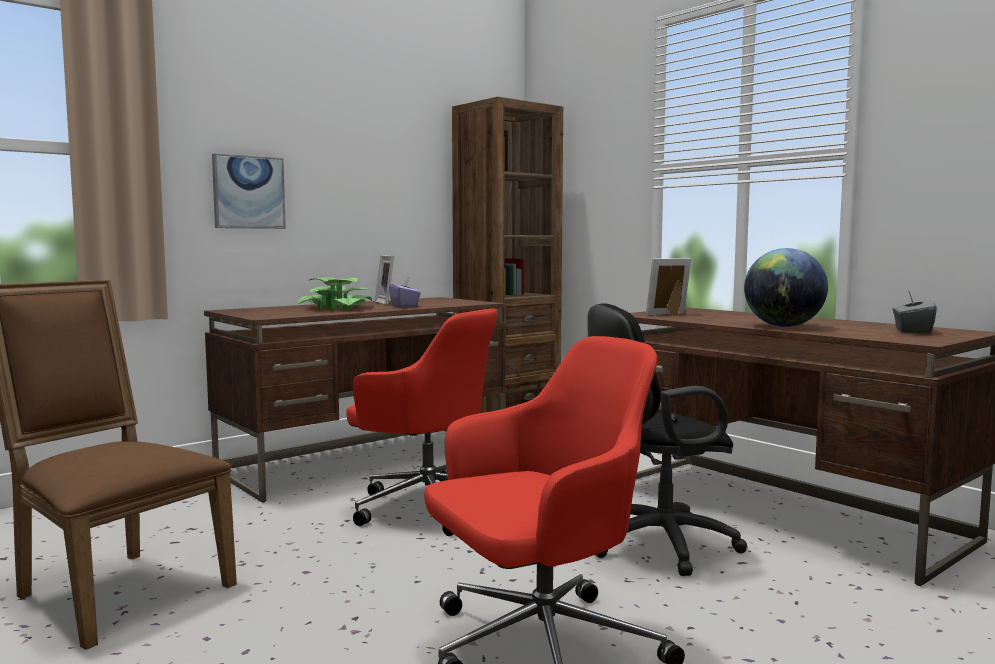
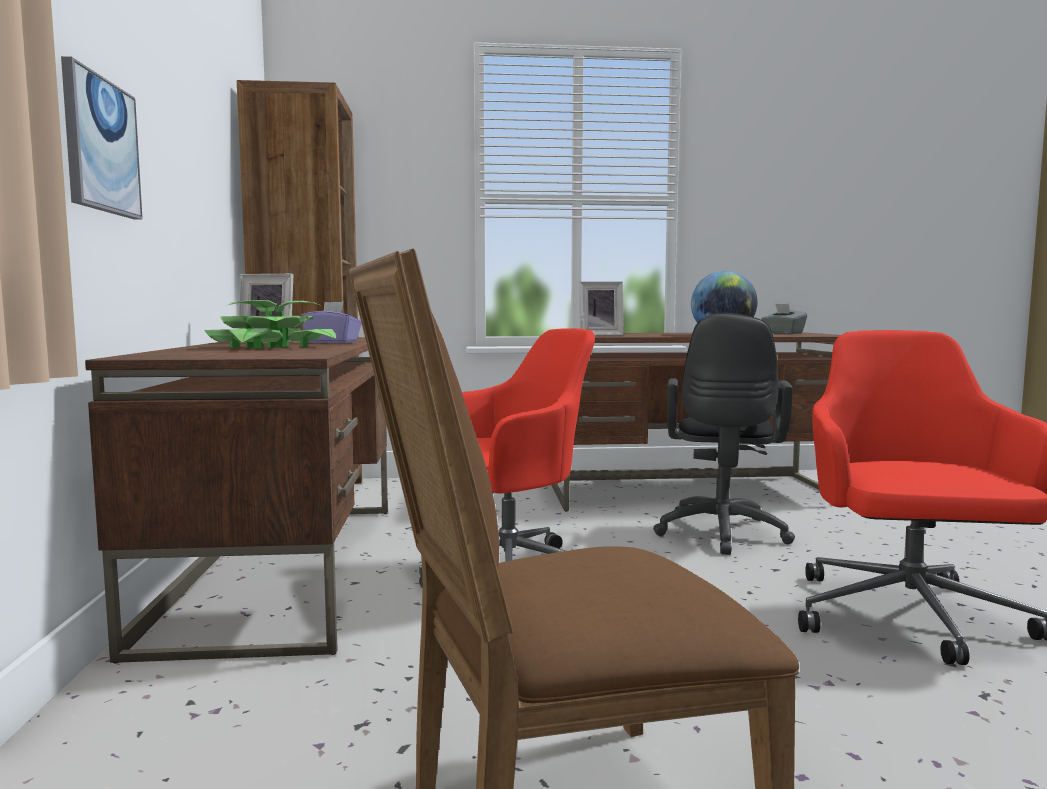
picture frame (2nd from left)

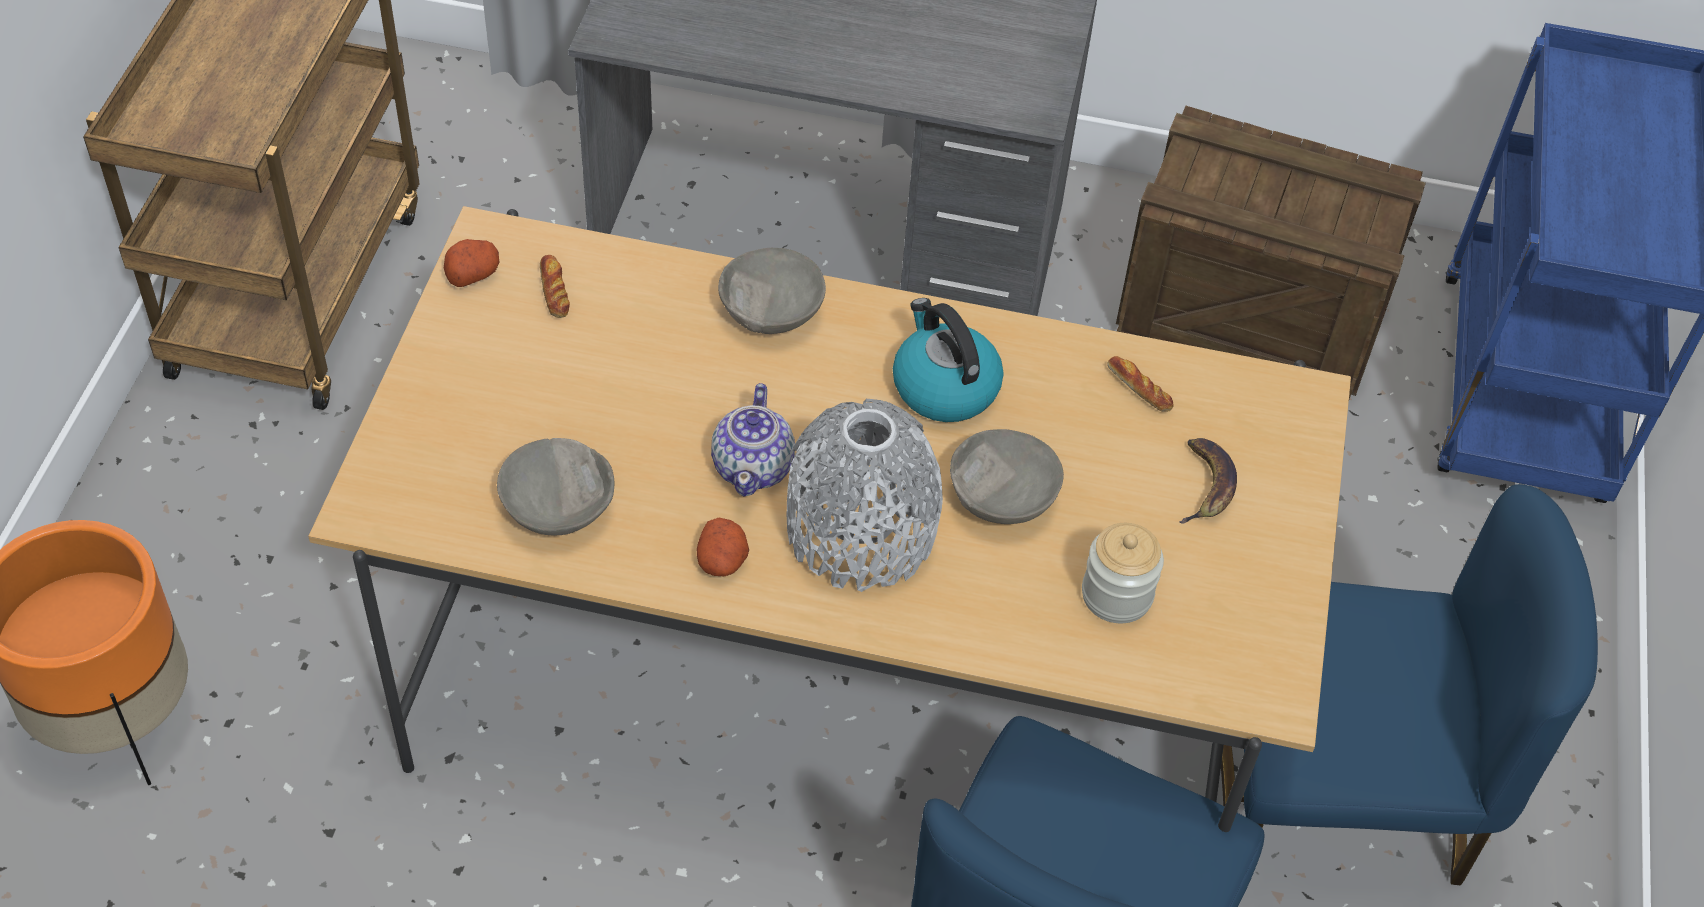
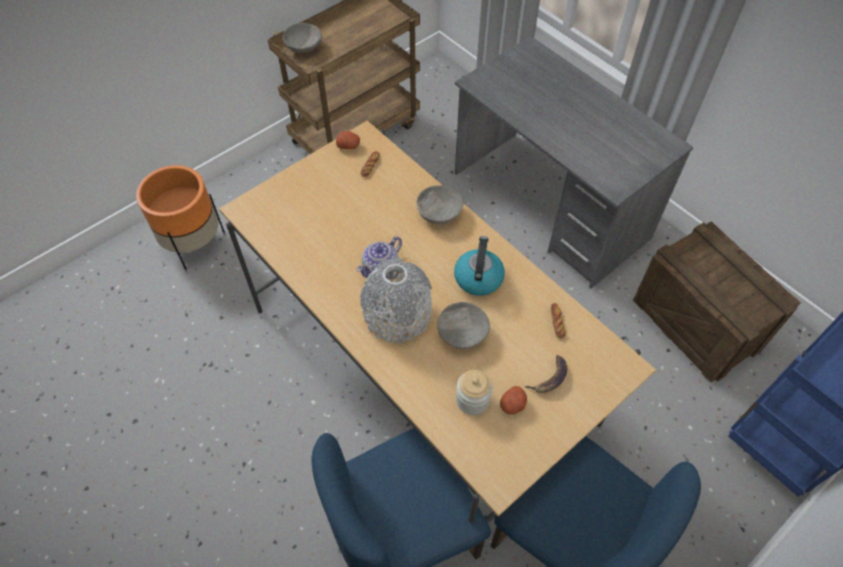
grey bowl (1st from left)
potato (2nd from left)

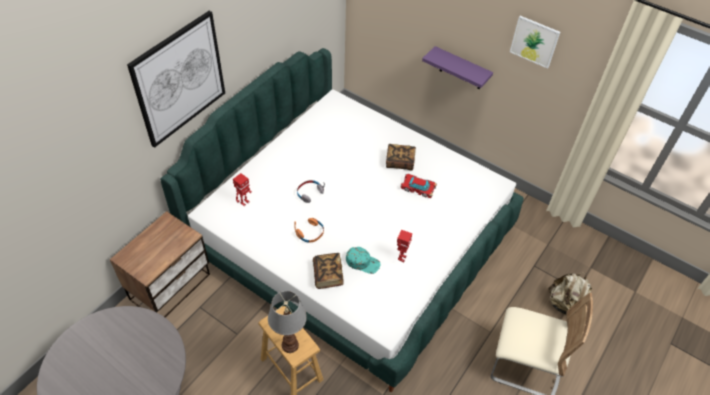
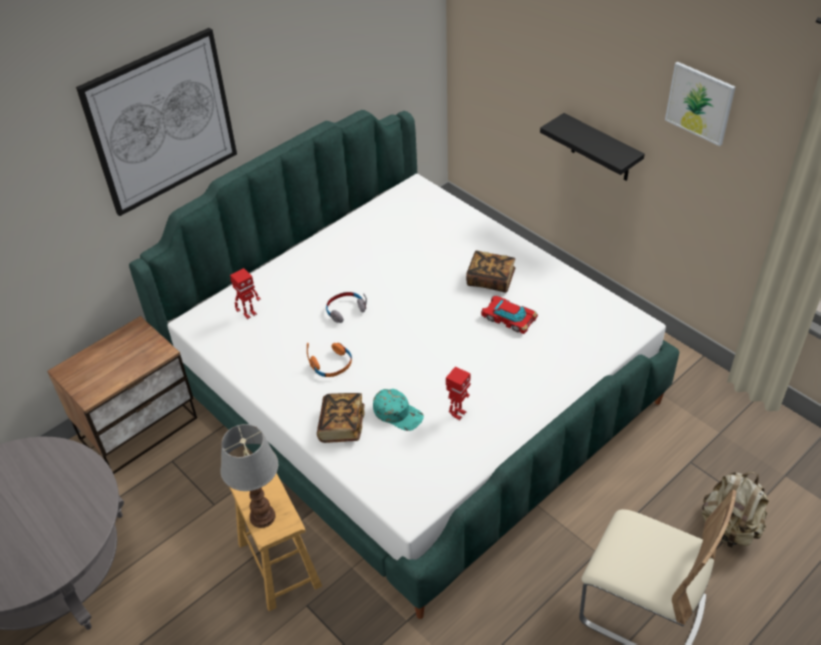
black shelf

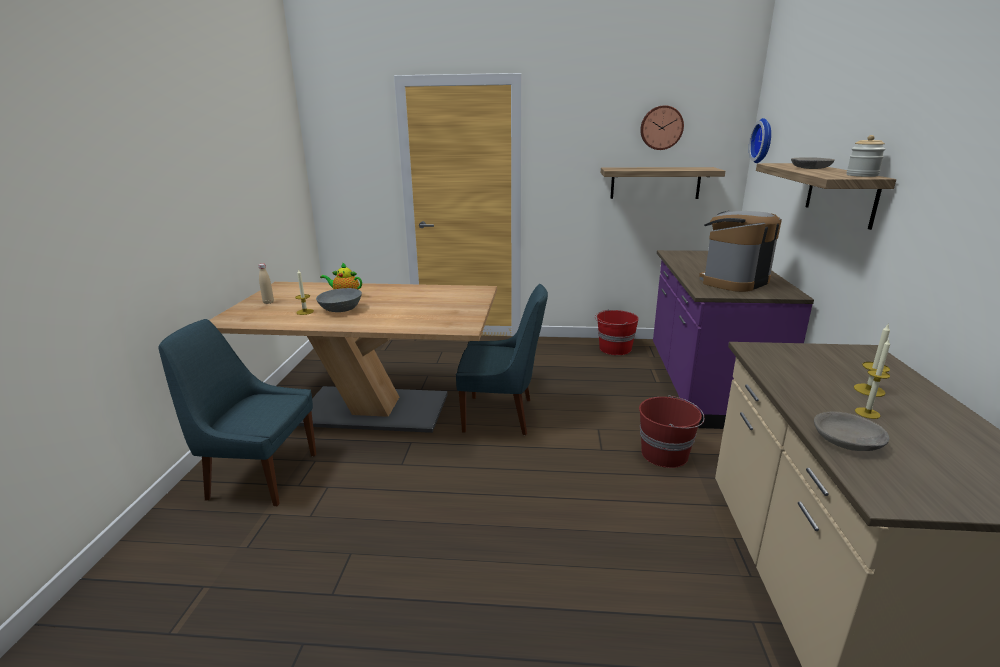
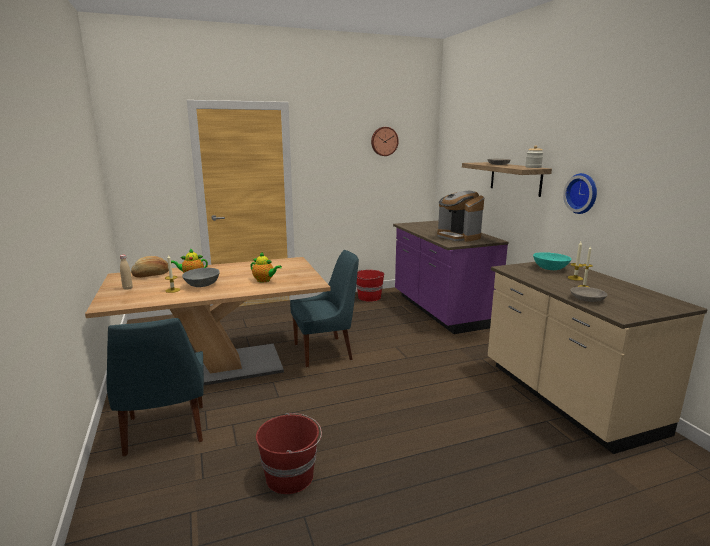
shelf (1st from left in the first image)
bread
teapot (2nd from left)
turquoise bowl
red bucket (1st from left)
wall clock (2nd from left)
blue chair (1st from left)
coffee machine

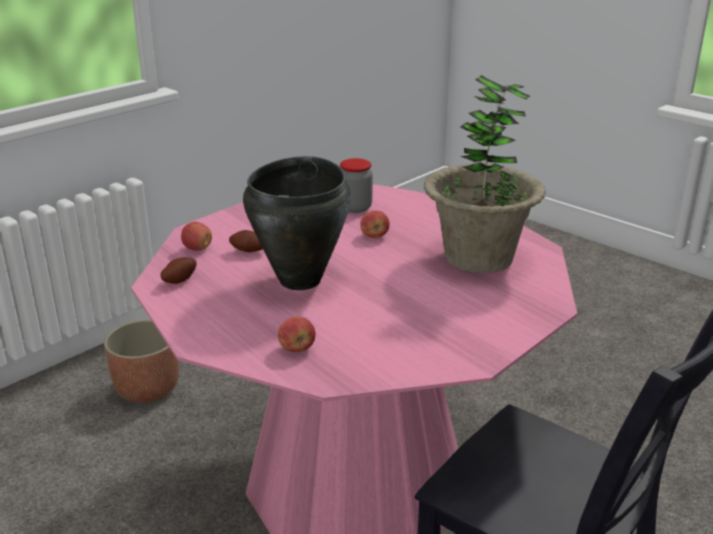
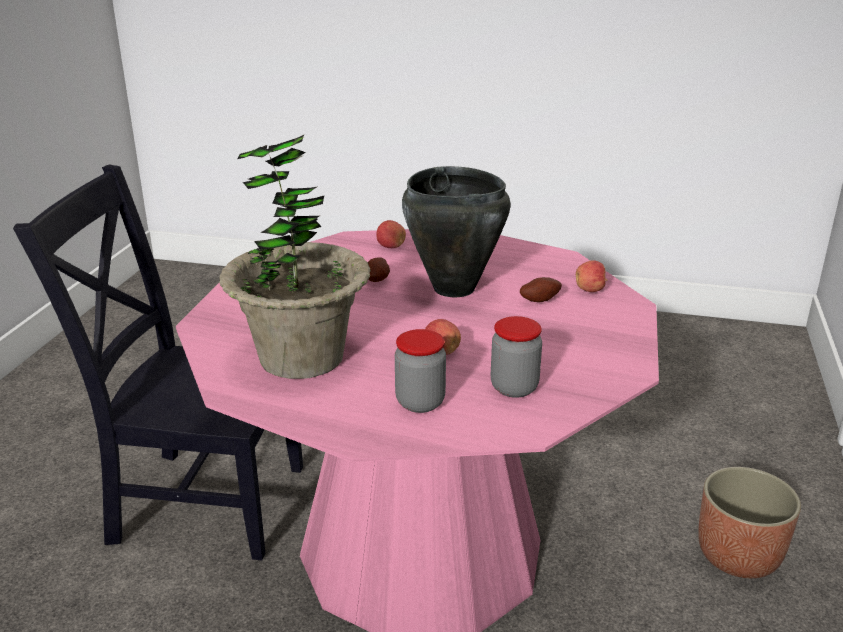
jar (1st from left)
potato (1st from left)

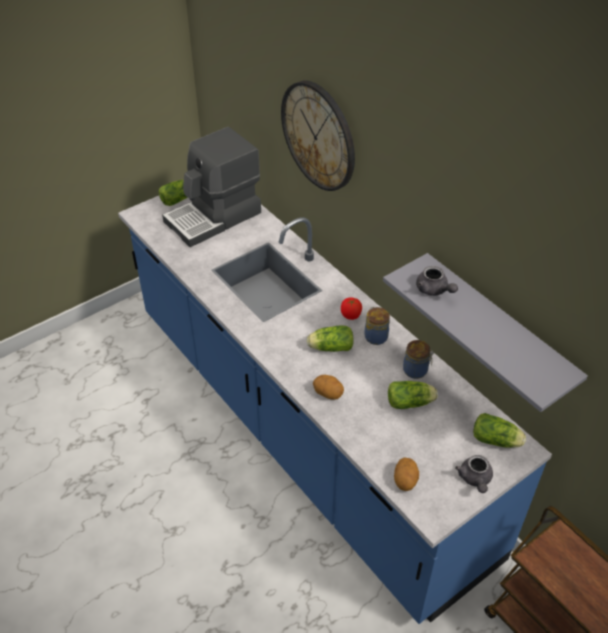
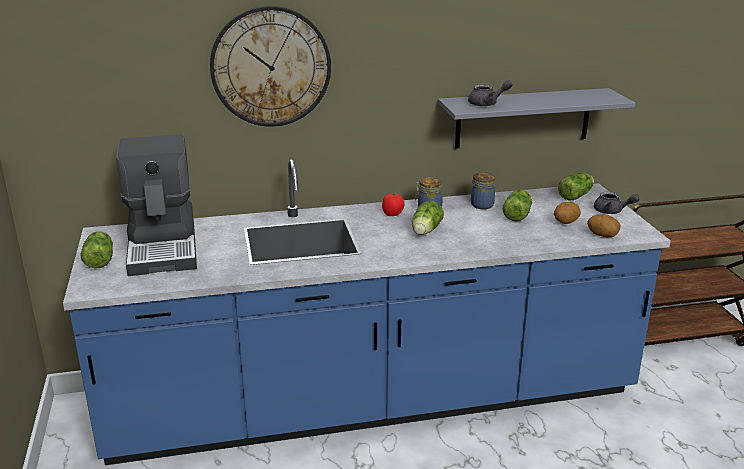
potato (1st from left)

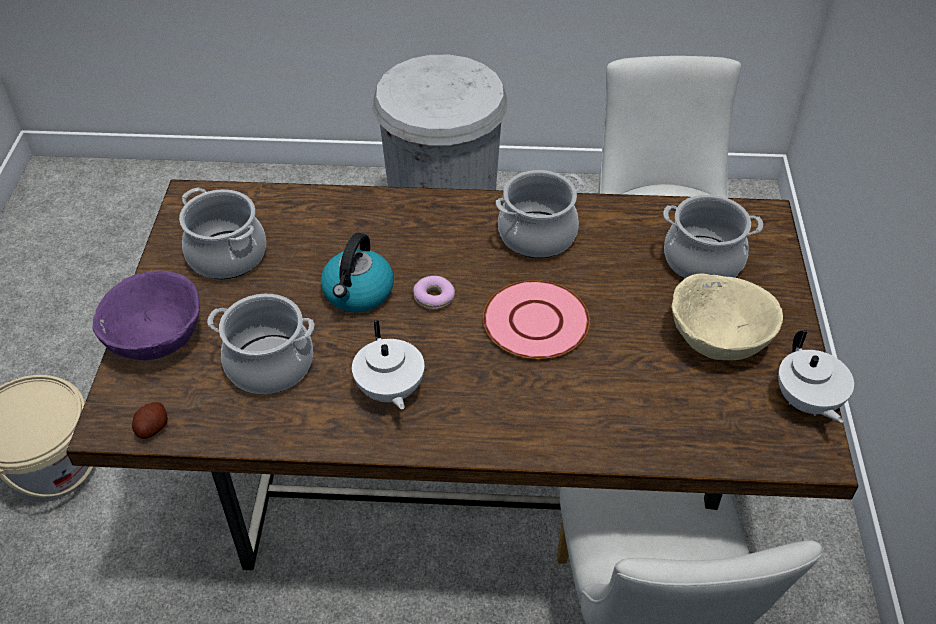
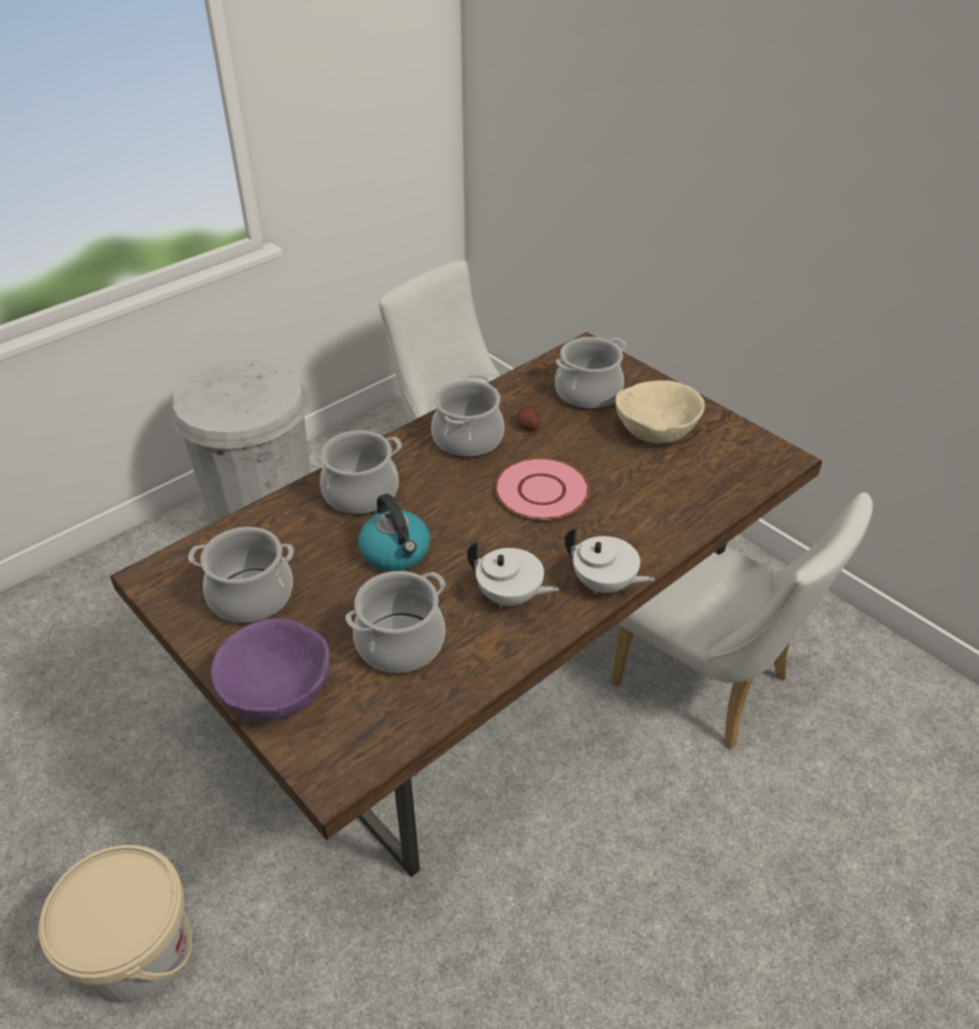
donut
cooking pot (2nd from left)
potato
white teapot (2nd from left)

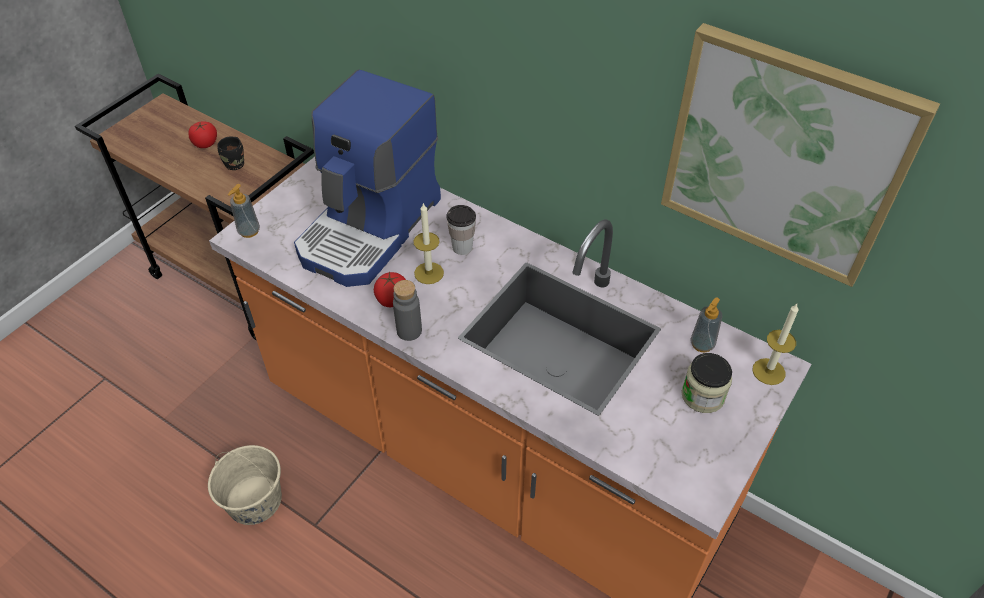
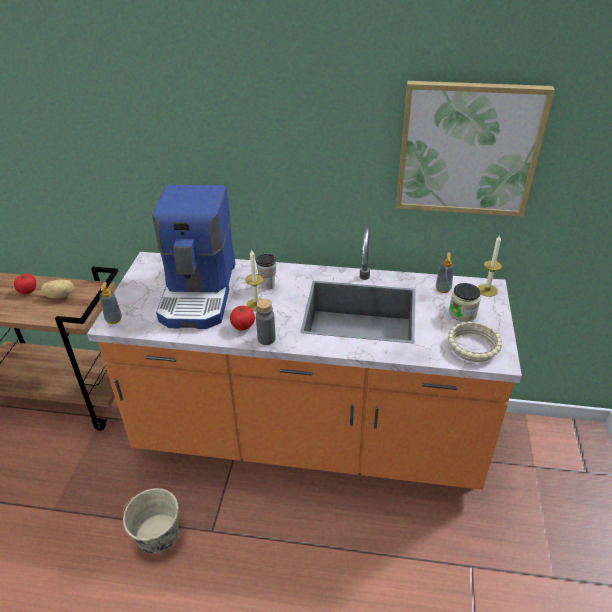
beige bowl
potato

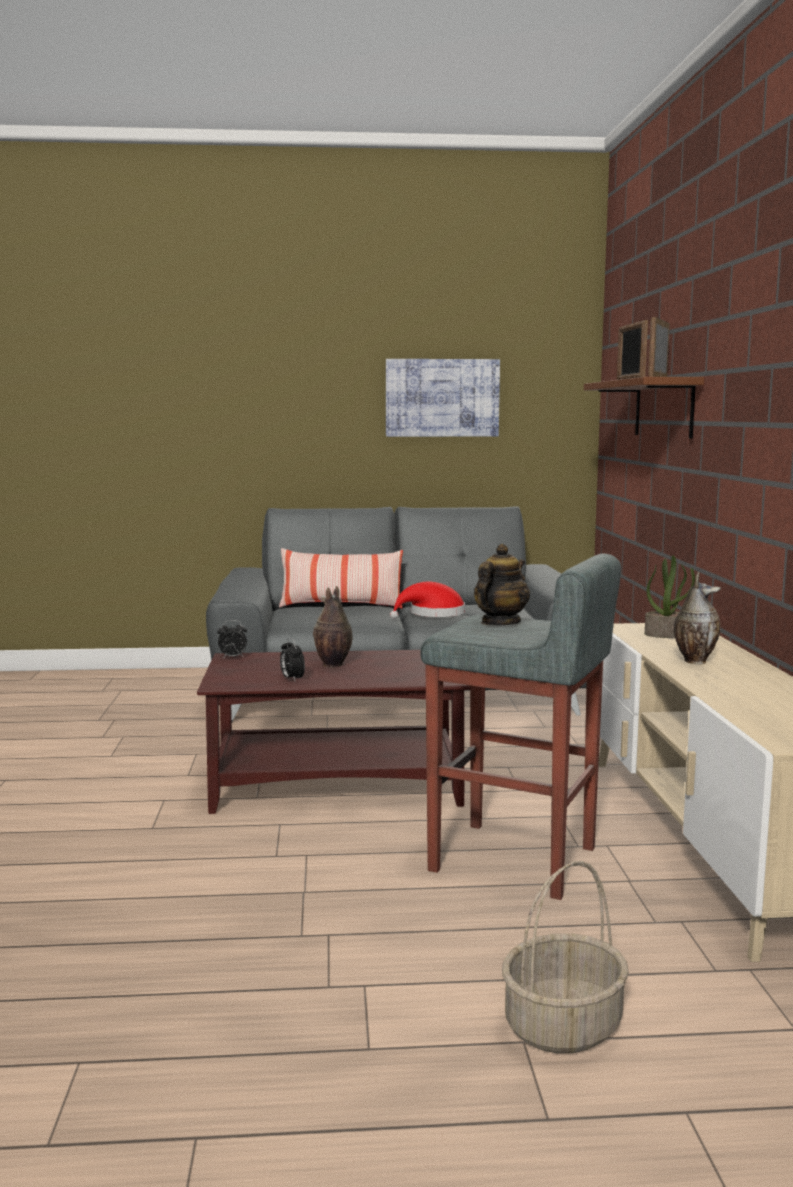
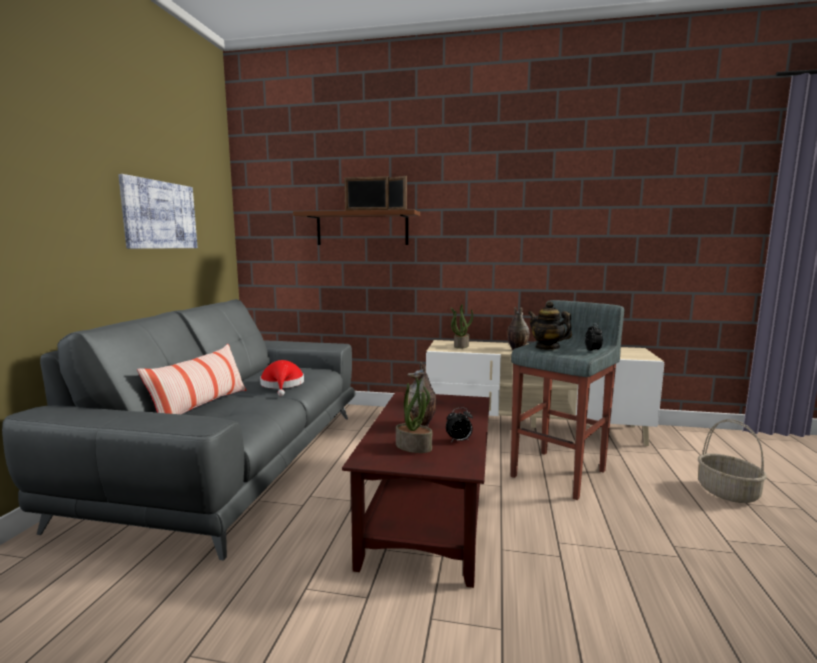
potted plant (1st from left)
alarm clock (2nd from left)

